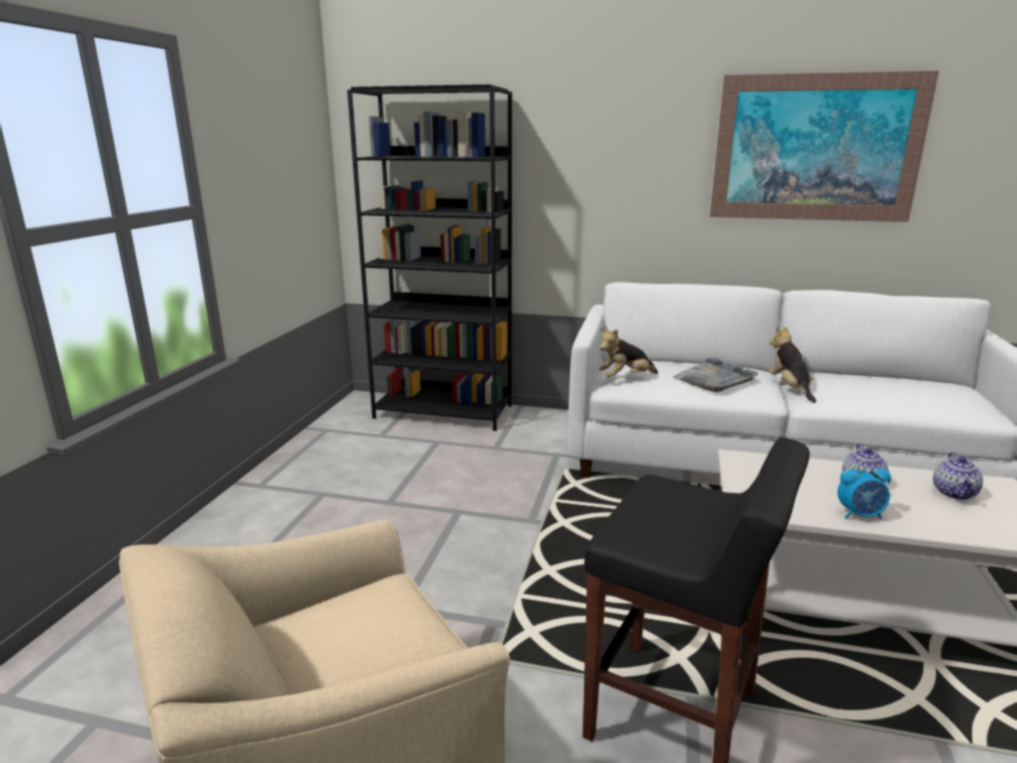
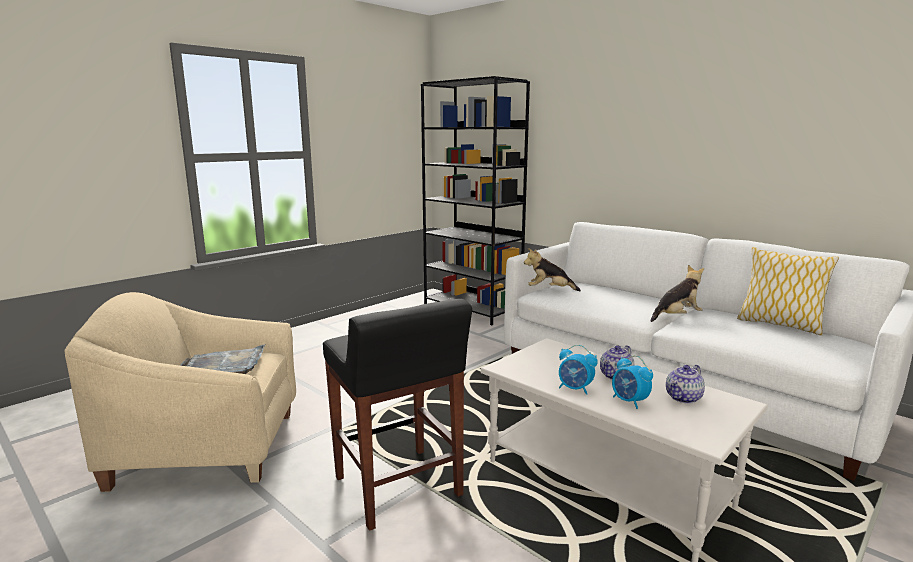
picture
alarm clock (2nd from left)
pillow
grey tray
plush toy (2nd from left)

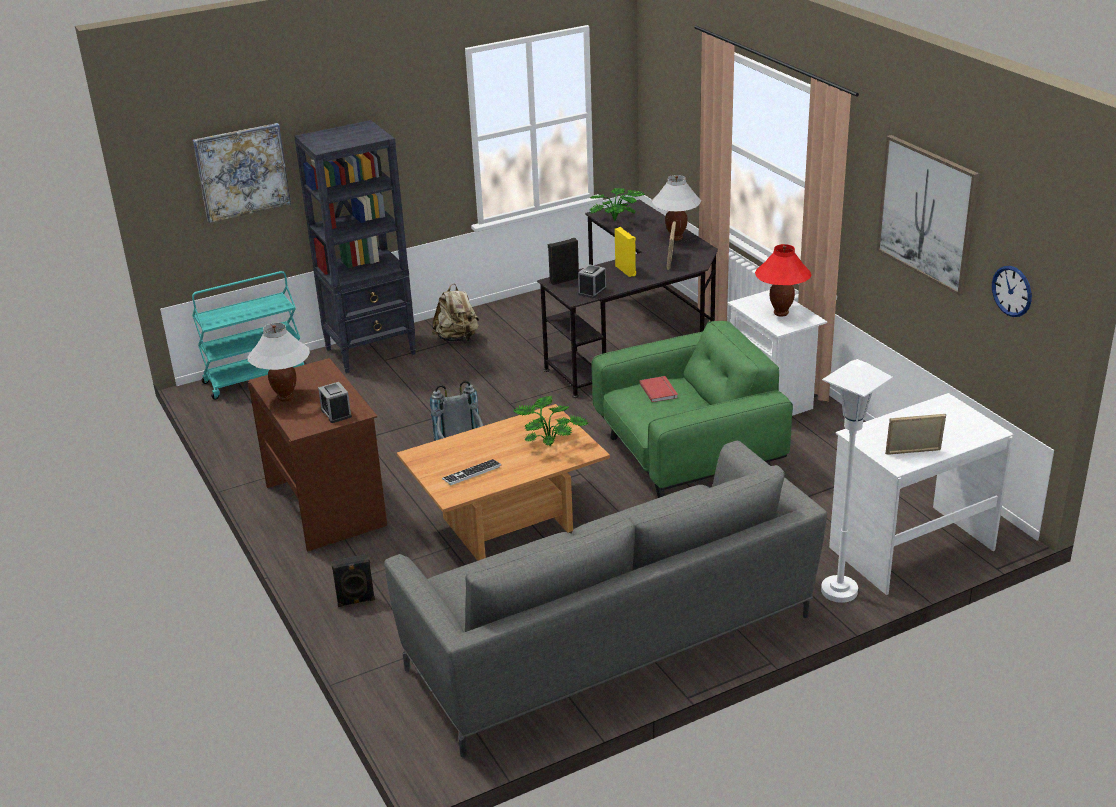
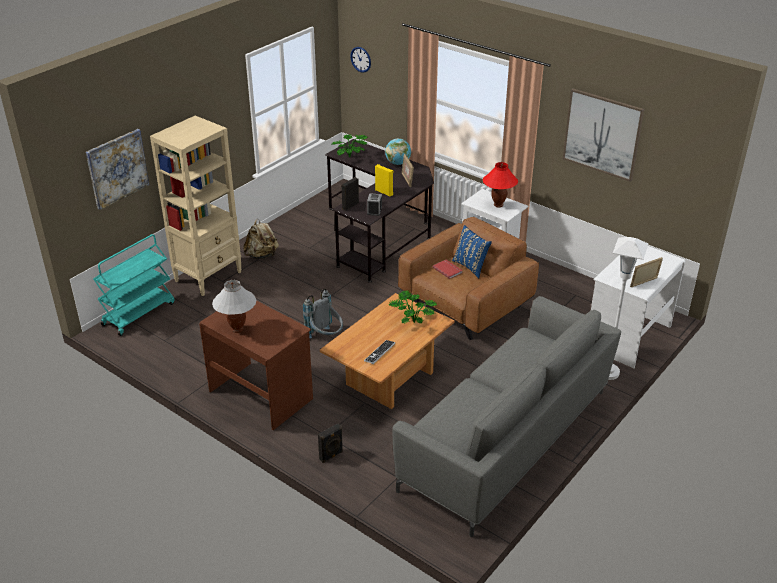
alarm clock (1st from left in the first image)
blue pillow
wall clock
globe
beige bookcase
brown armchair

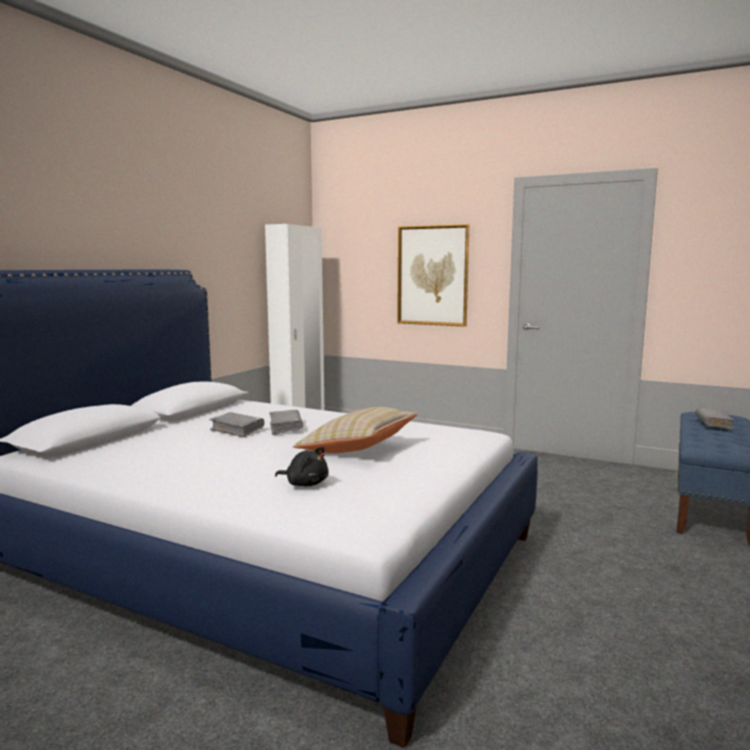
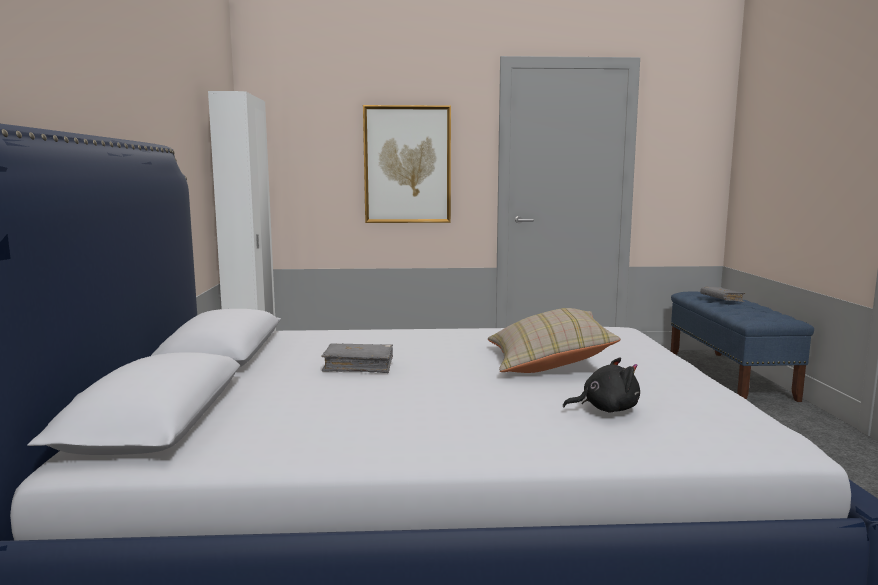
grey book (2nd from left in the first image)

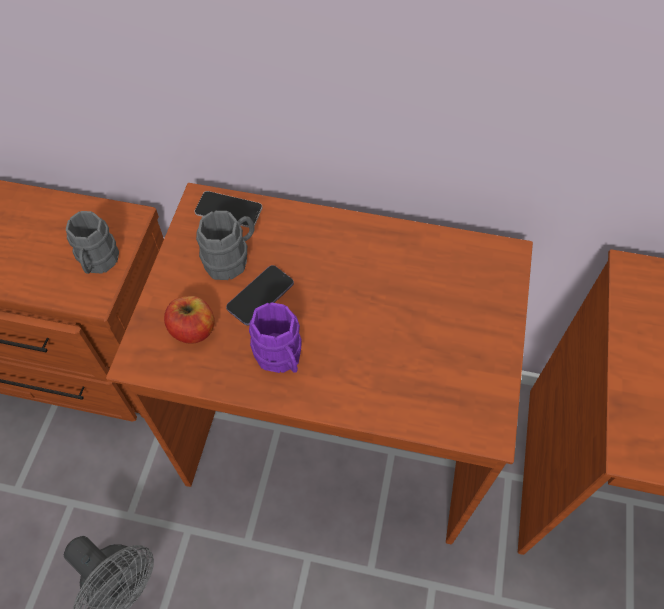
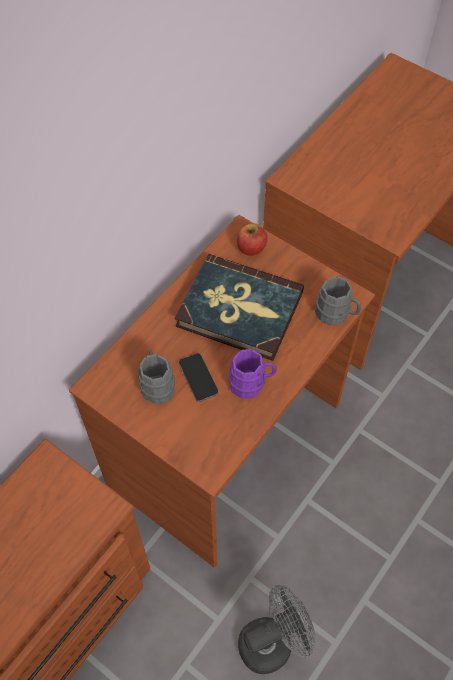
phone (1st from left in the first image)
book
grey mug (2nd from left)
apple

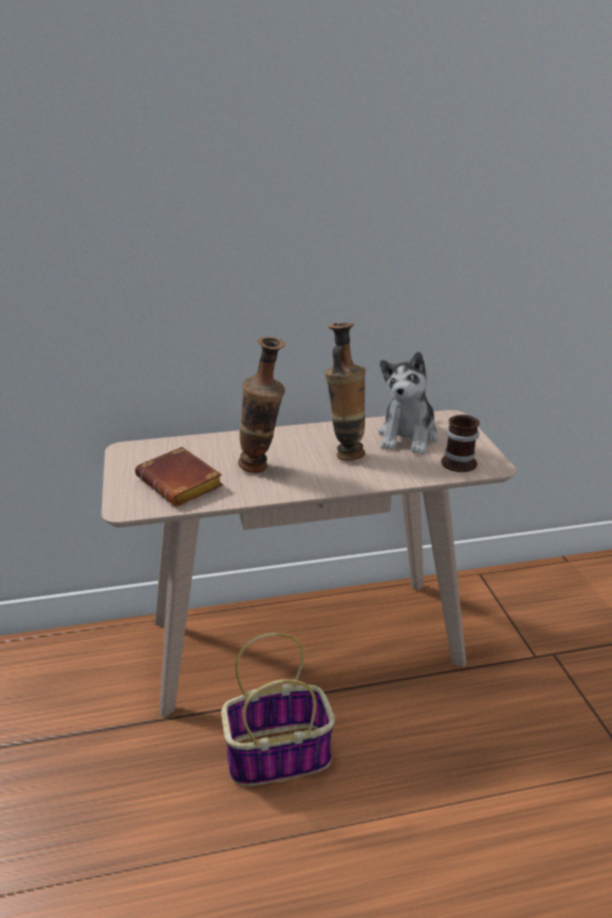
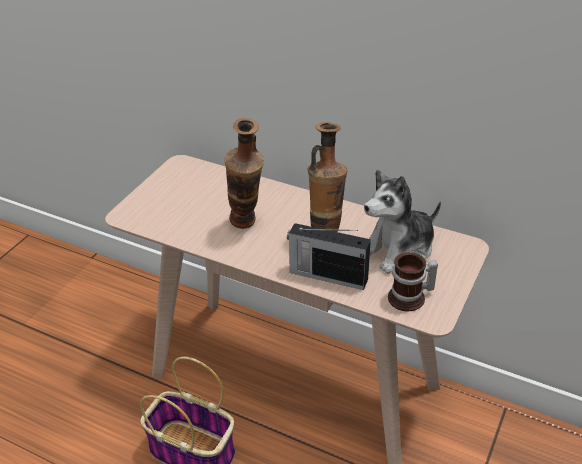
brown book
radio

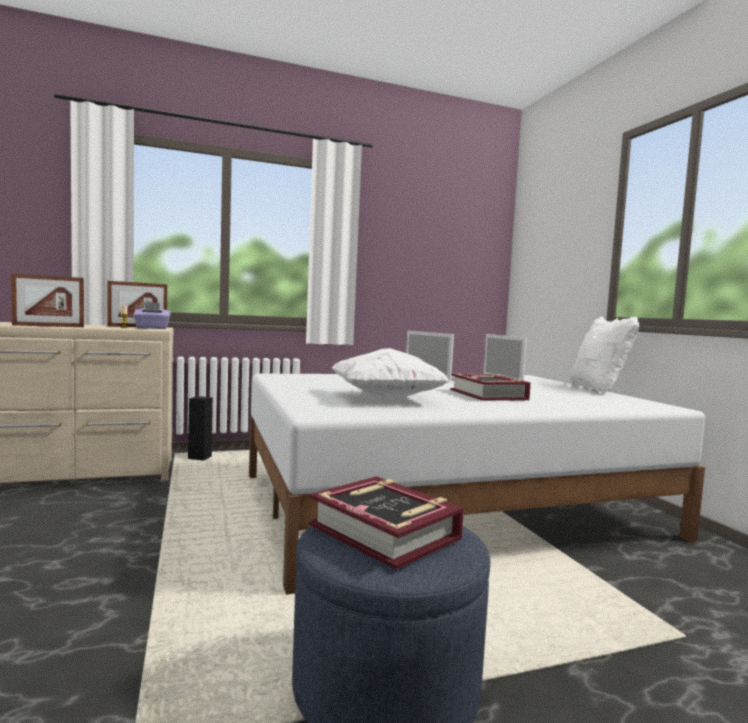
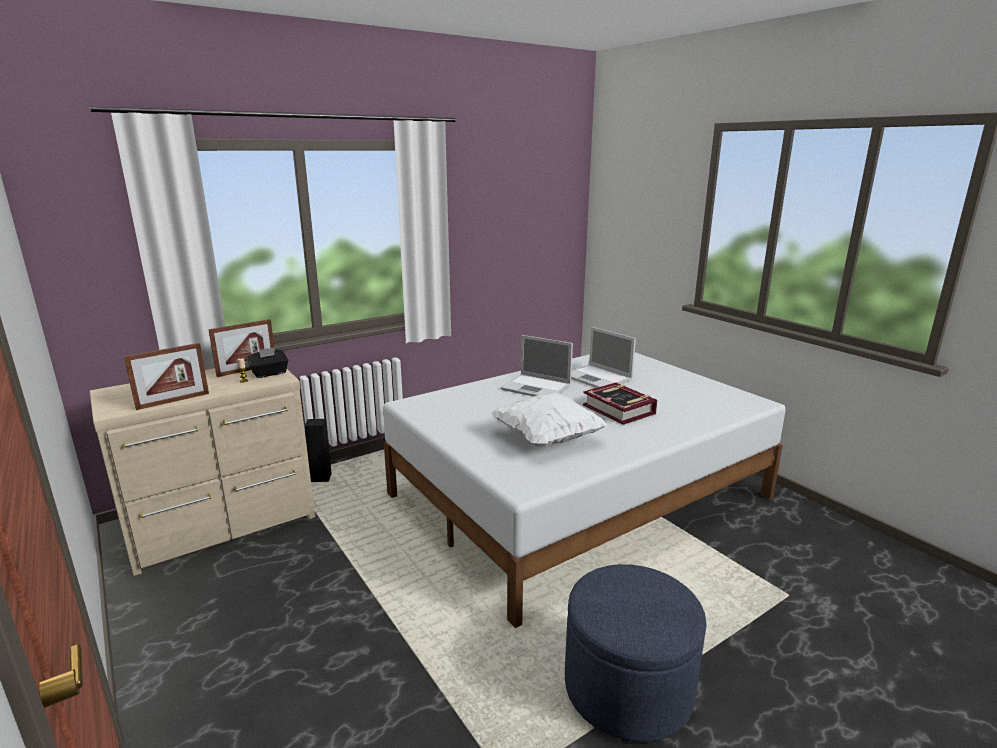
book (1st from left in the first image)
white pillow (2nd from left in the first image)
black tissue box

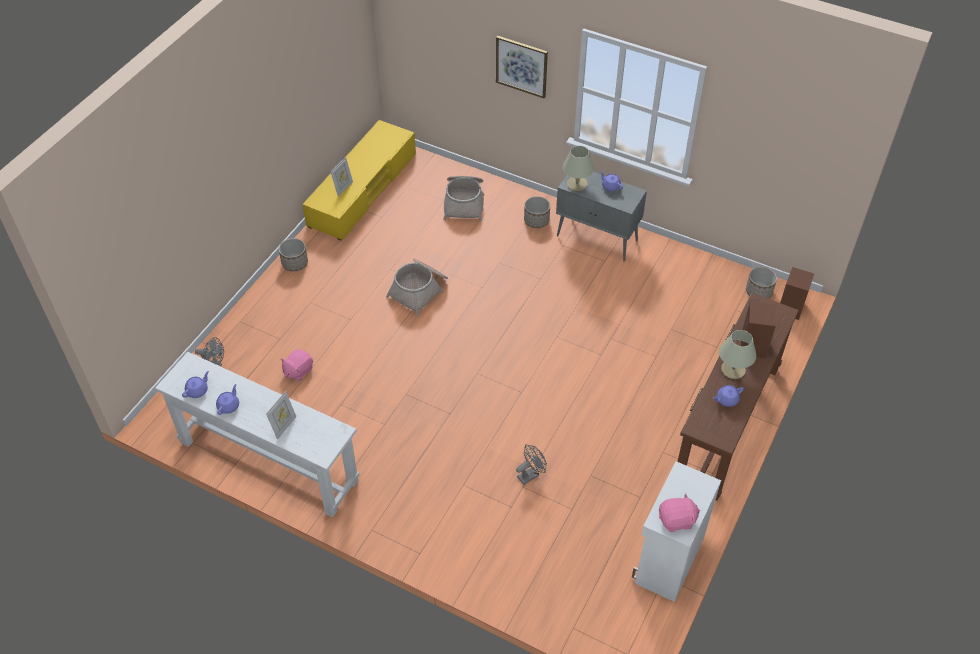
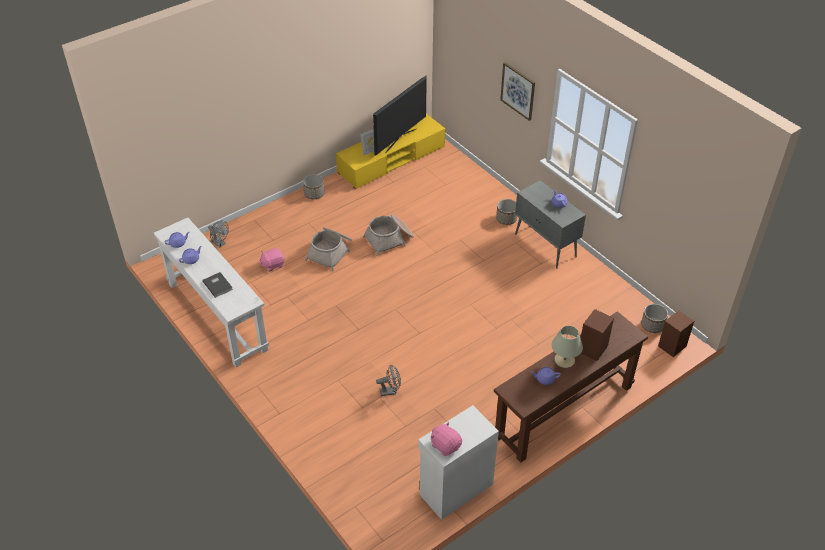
beige table lamp (1st from left in the first image)
television
basket (1st from left)
grey book
pink plush toy (2nd from left)

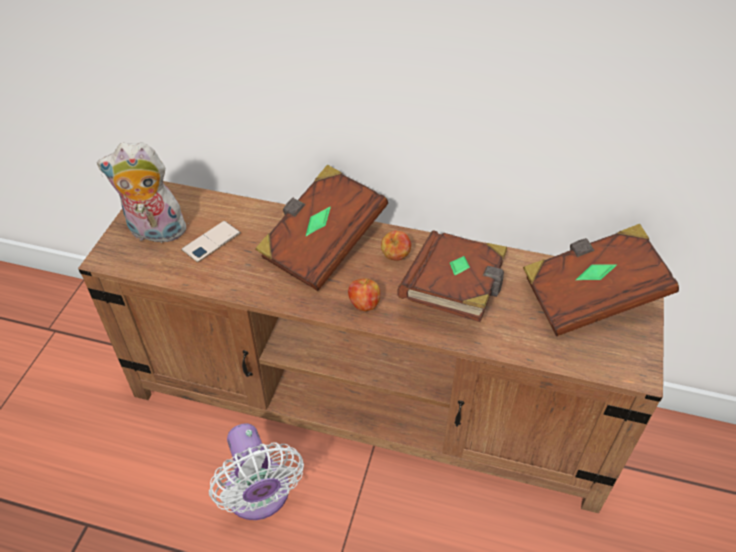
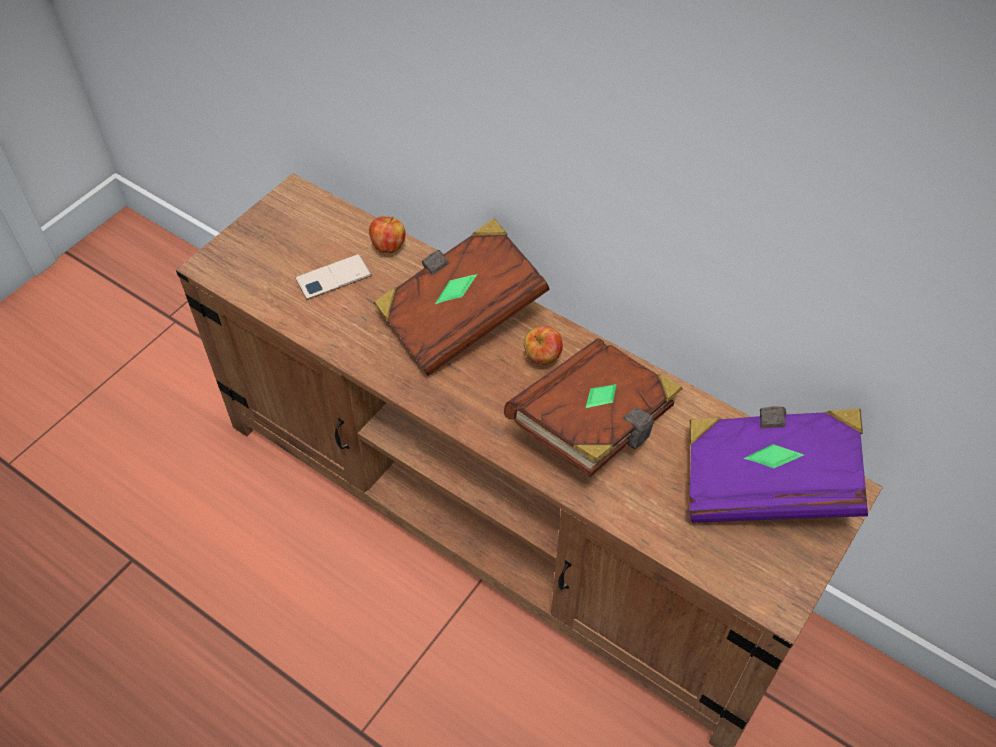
plush toy
white fan
apple (1st from left)
purple book

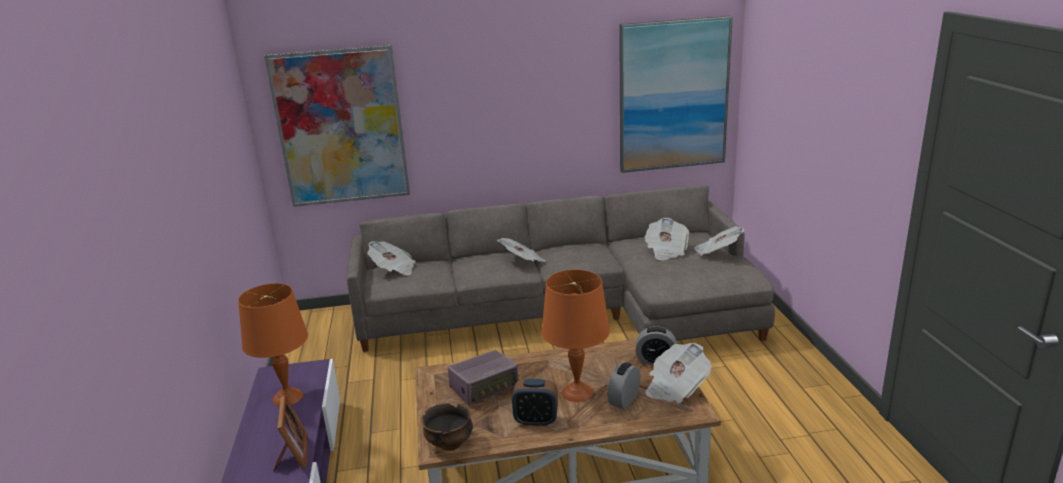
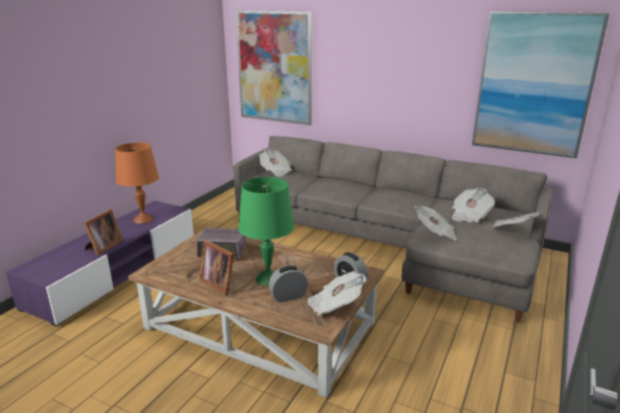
bowl
newspaper (3rd from left)
picture frame (2nd from left)
green table lamp

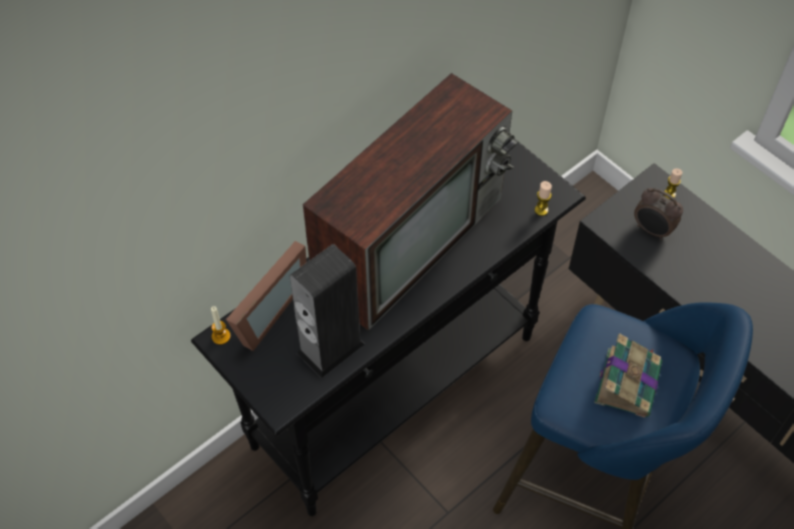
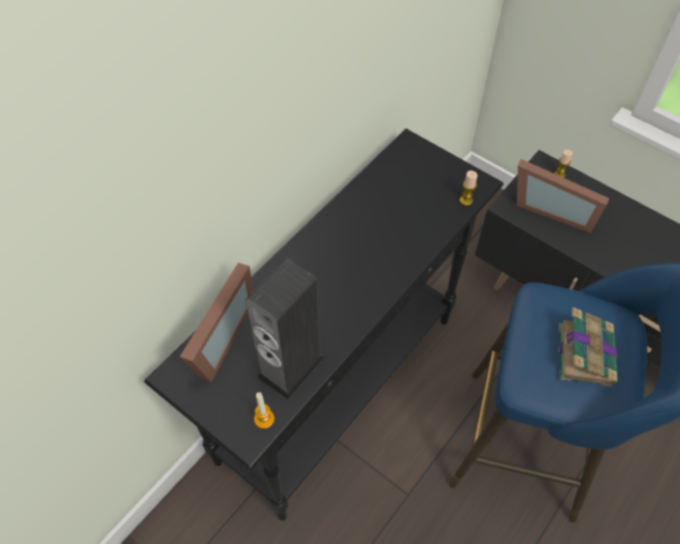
television
candle (1st from left)
picture frame (2nd from left)

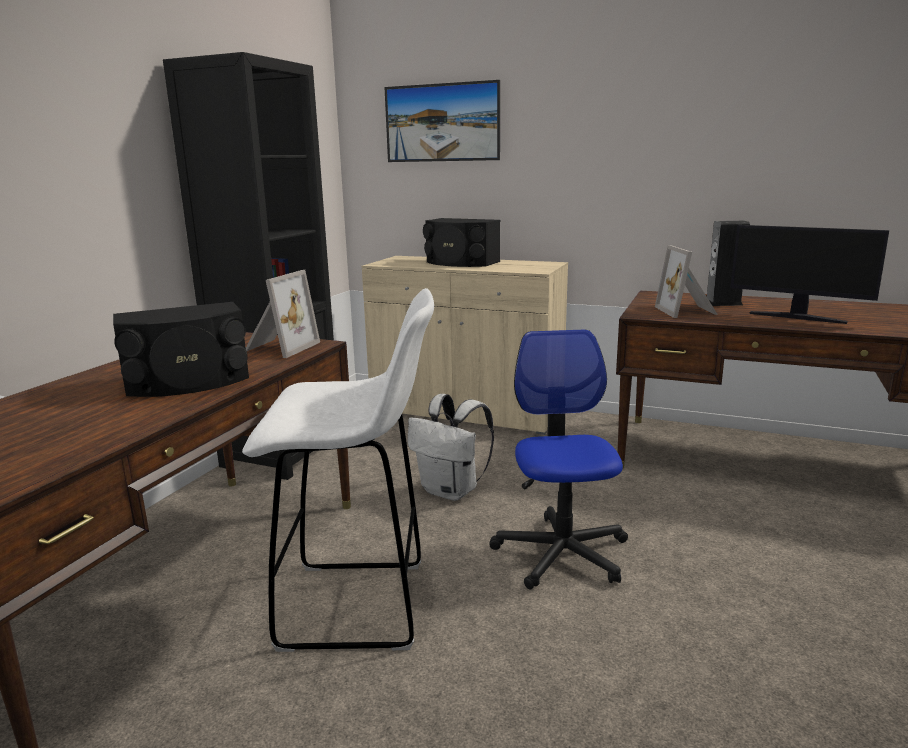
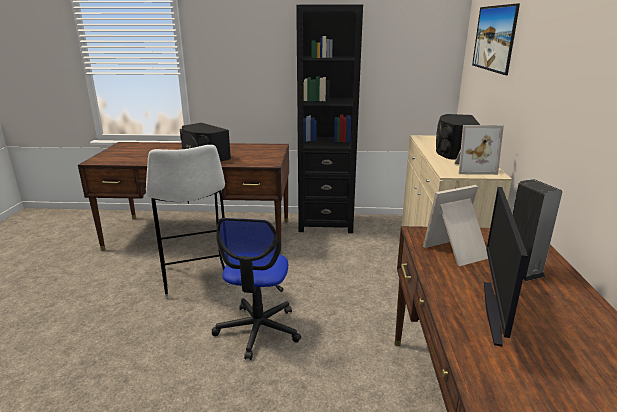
white backpack
picture frame (2nd from left)
office chair

